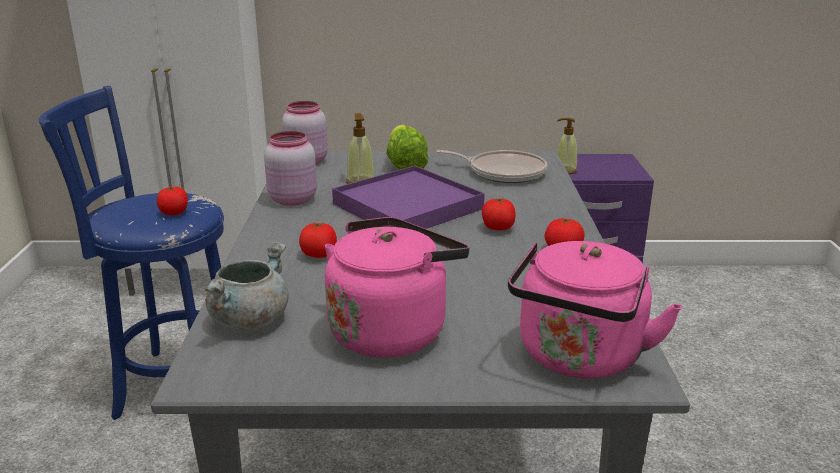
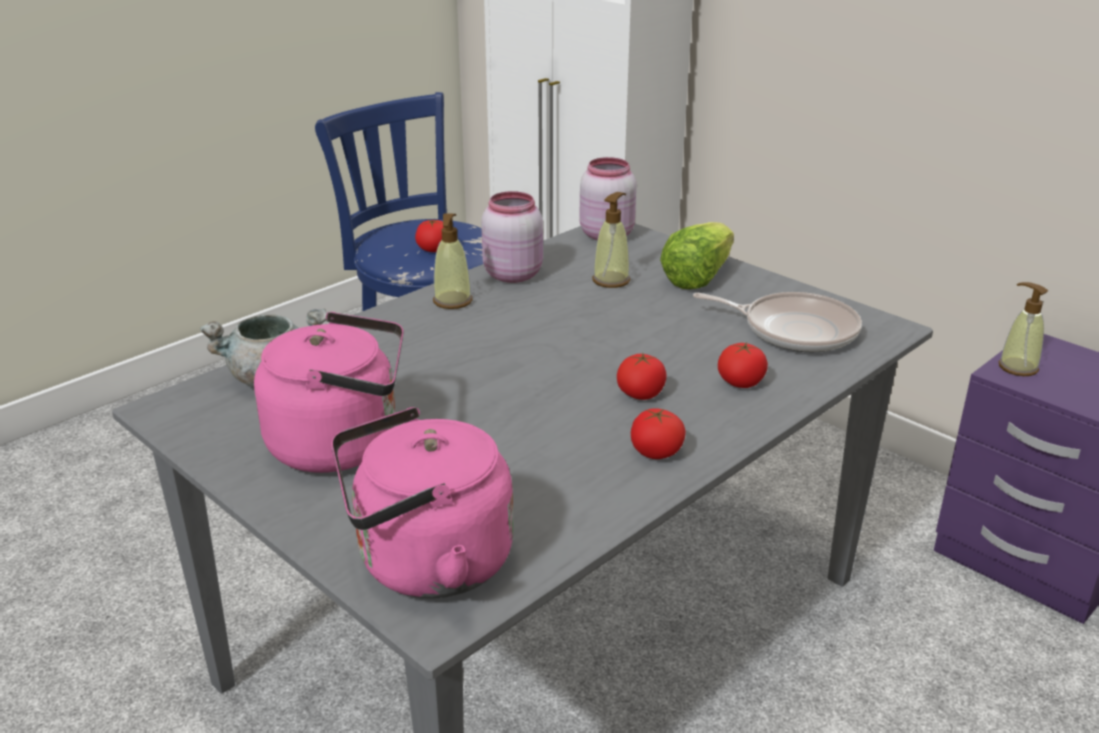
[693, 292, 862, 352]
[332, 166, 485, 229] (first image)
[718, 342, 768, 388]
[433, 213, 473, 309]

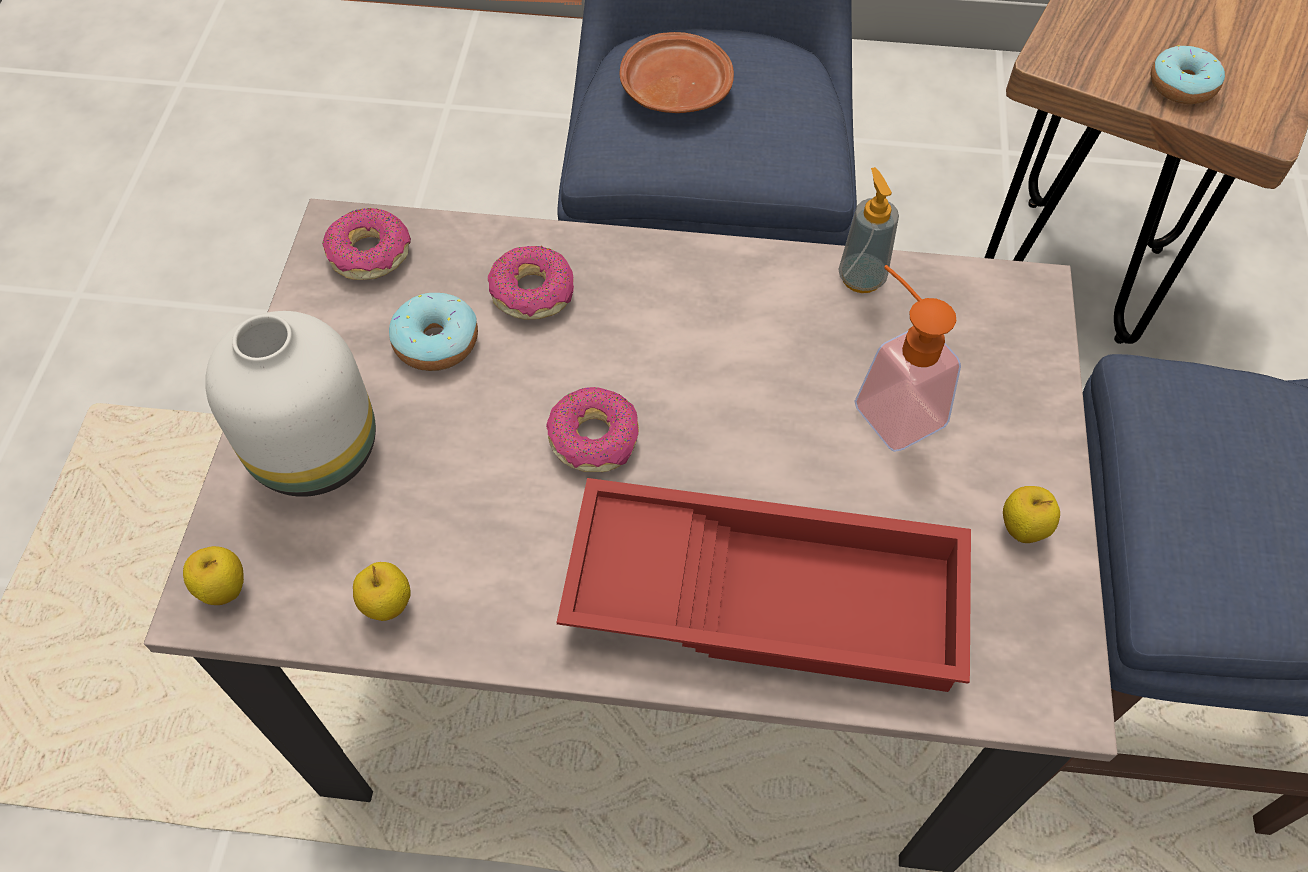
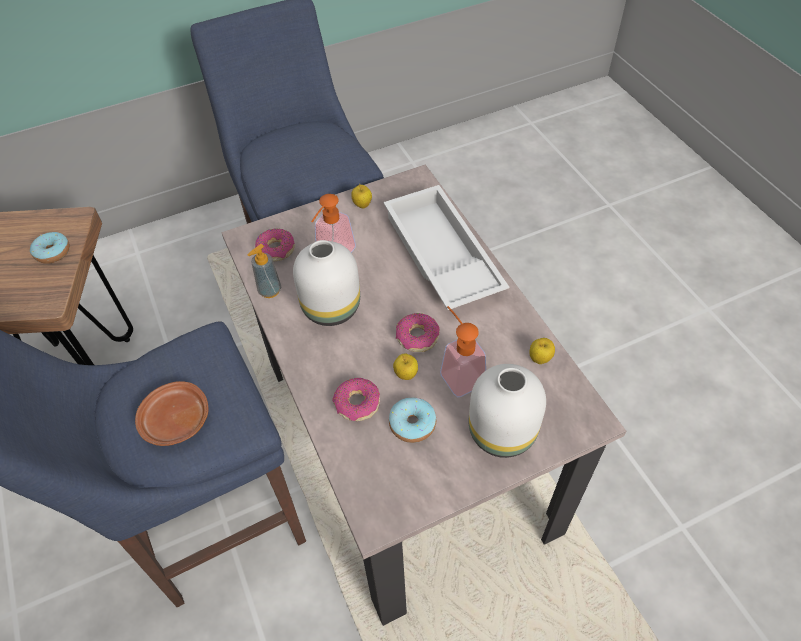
[255, 228, 295, 261]
[383, 185, 509, 310]
[393, 353, 418, 380]
[293, 240, 360, 326]
[440, 306, 486, 397]

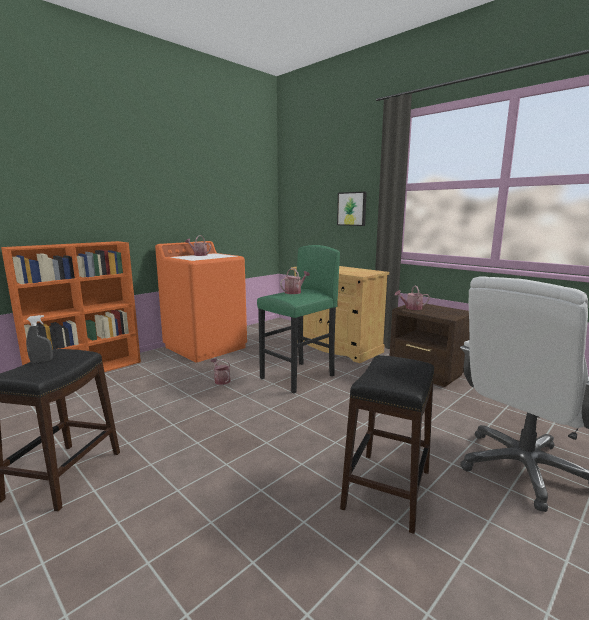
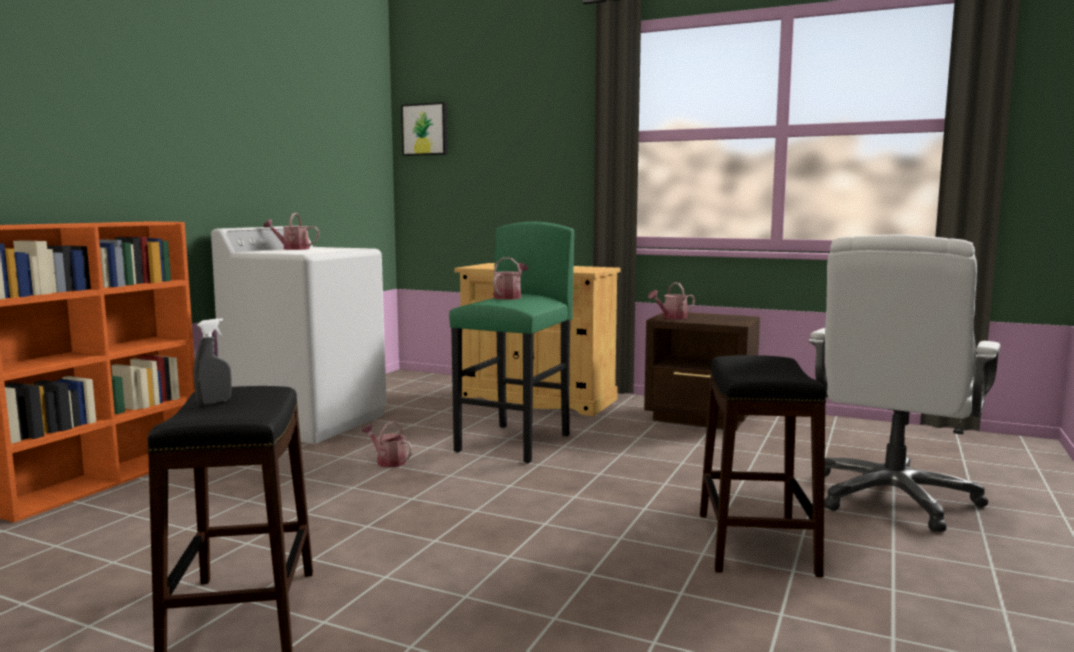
[401, 102, 448, 156]
[211, 226, 387, 444]

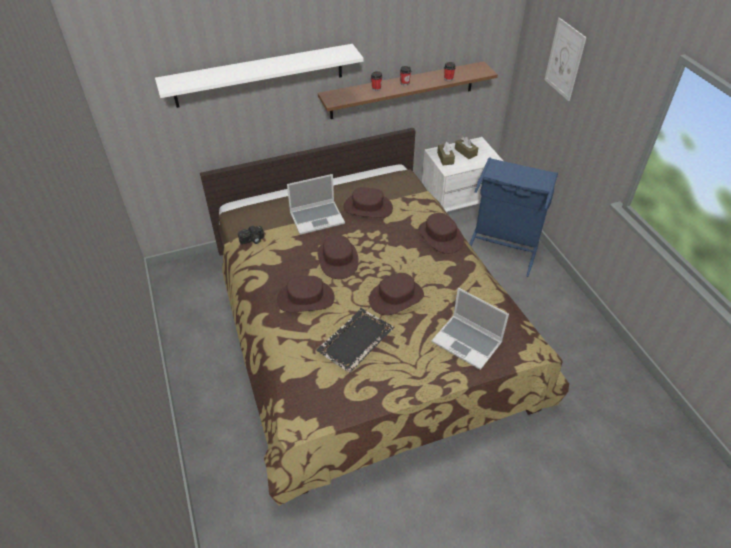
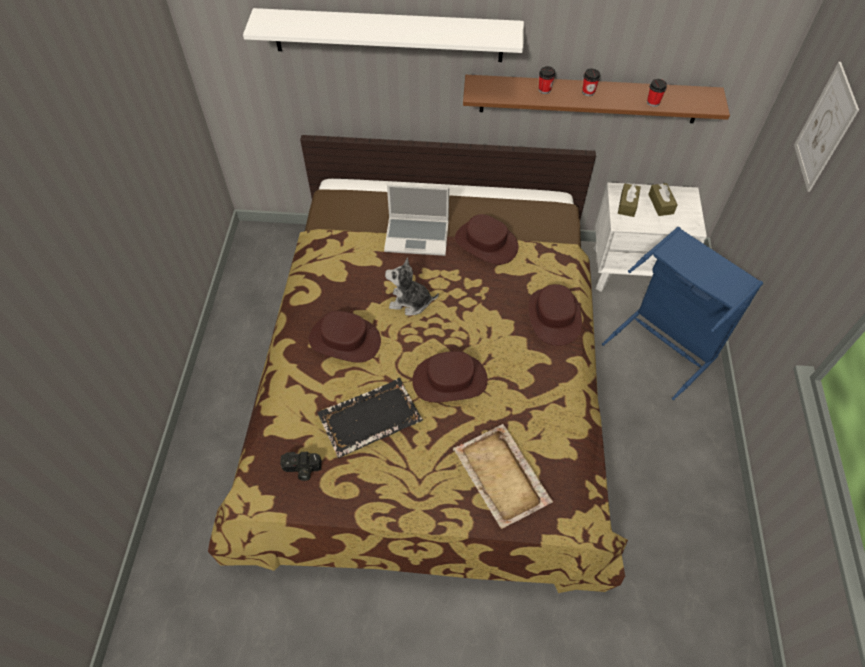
[280, 452, 322, 481]
[385, 258, 439, 316]
[453, 424, 553, 529]

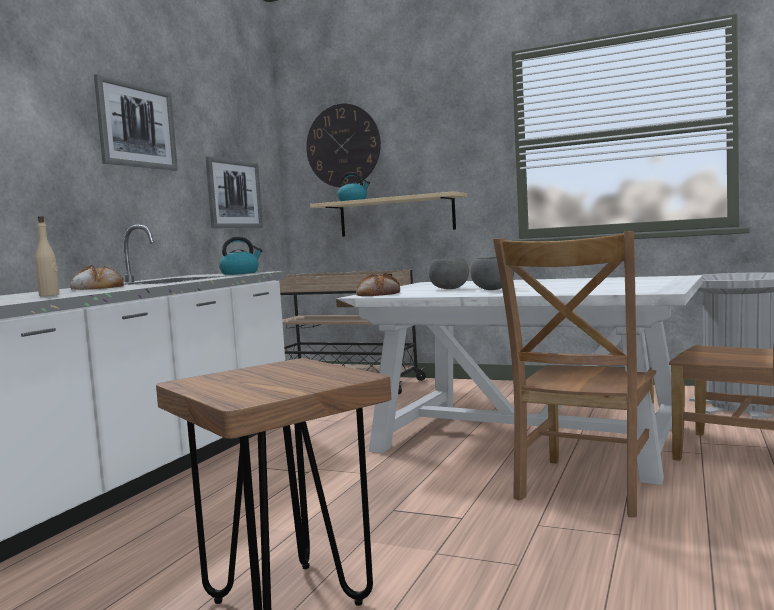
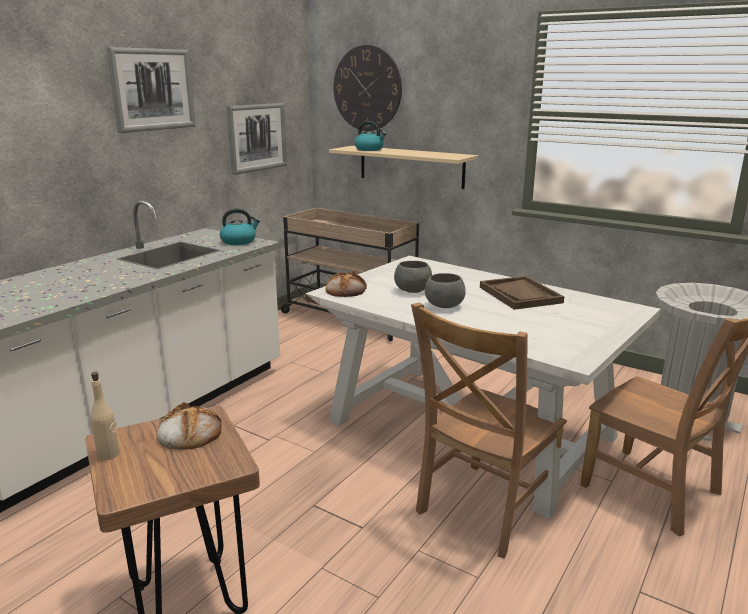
[91, 372, 120, 460]
[157, 402, 222, 450]
[480, 276, 564, 310]

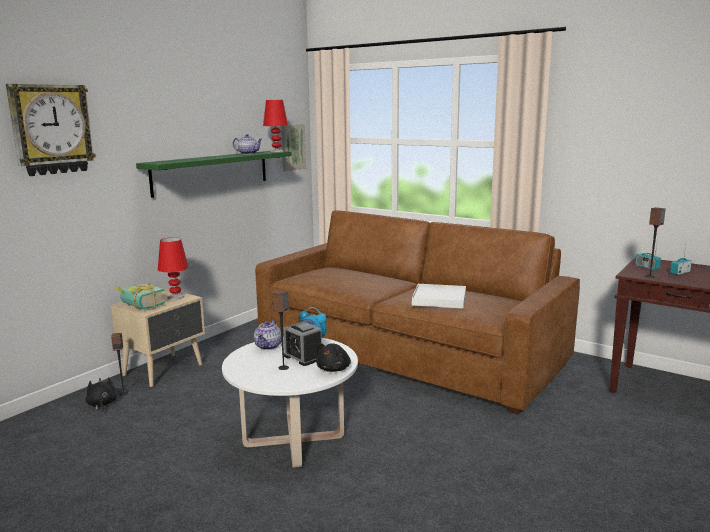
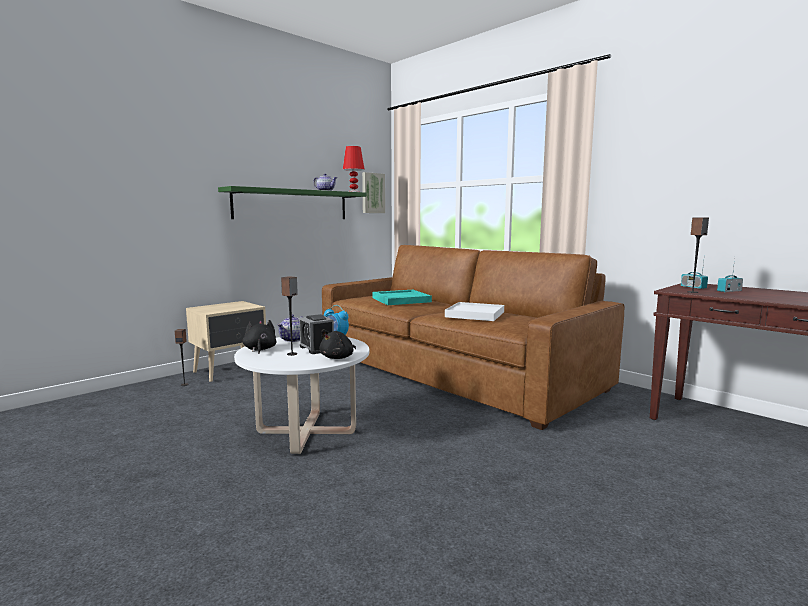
[6, 84, 96, 176] (first image)
[158, 237, 189, 300] (first image)
[114, 283, 165, 310] (first image)
[243, 320, 277, 354]
[373, 290, 432, 305]

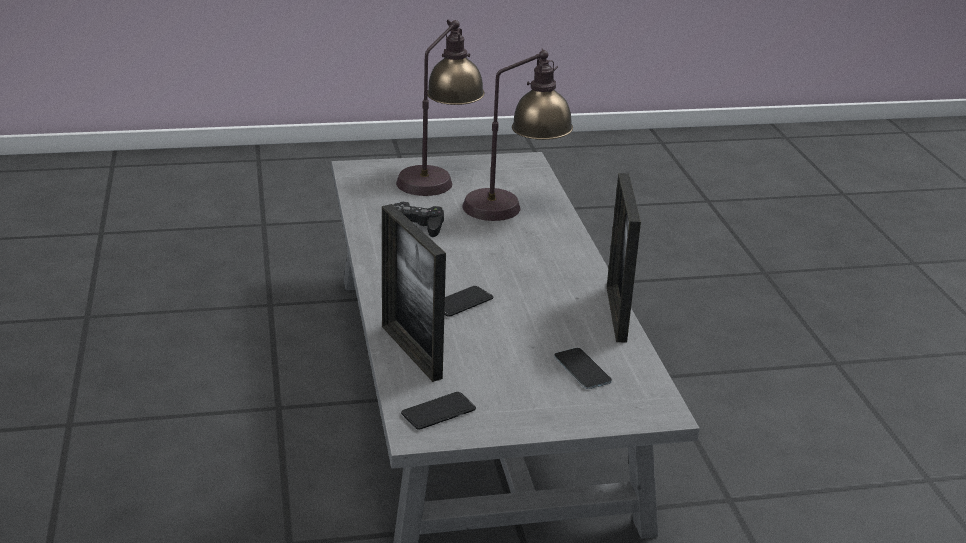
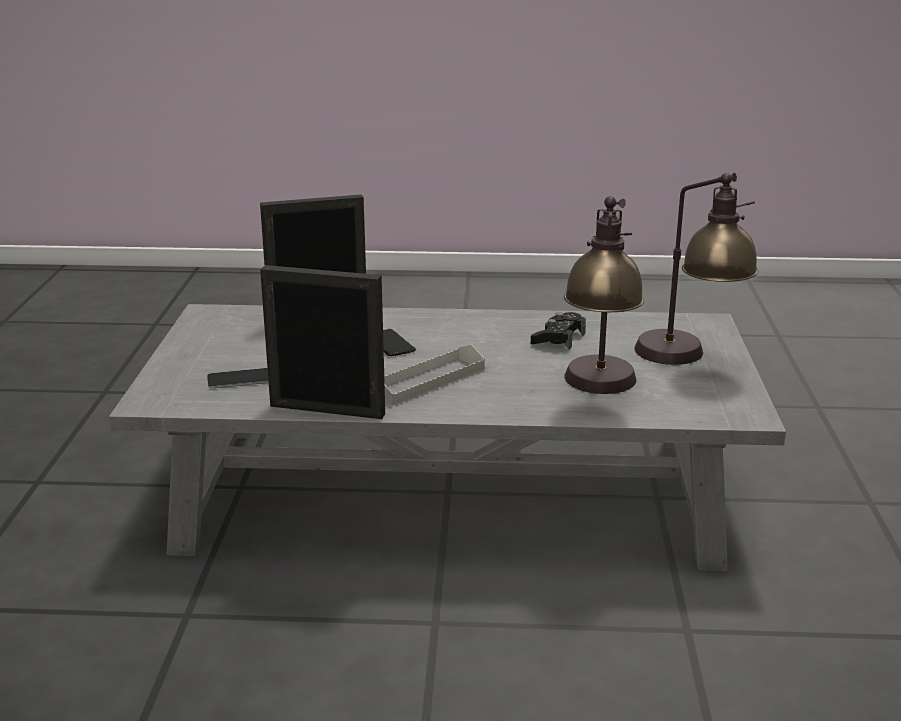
[401, 392, 476, 430] (first image)
[384, 345, 485, 406]

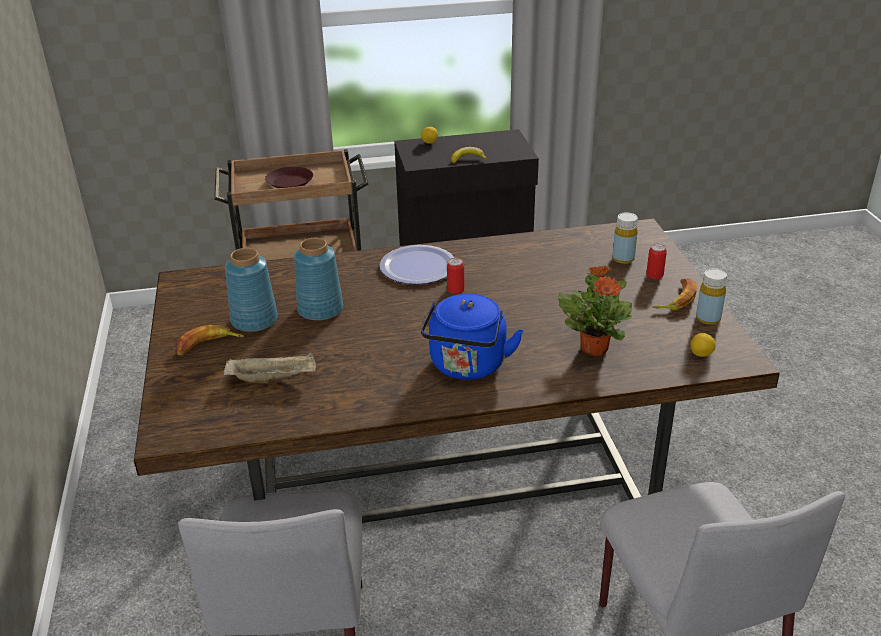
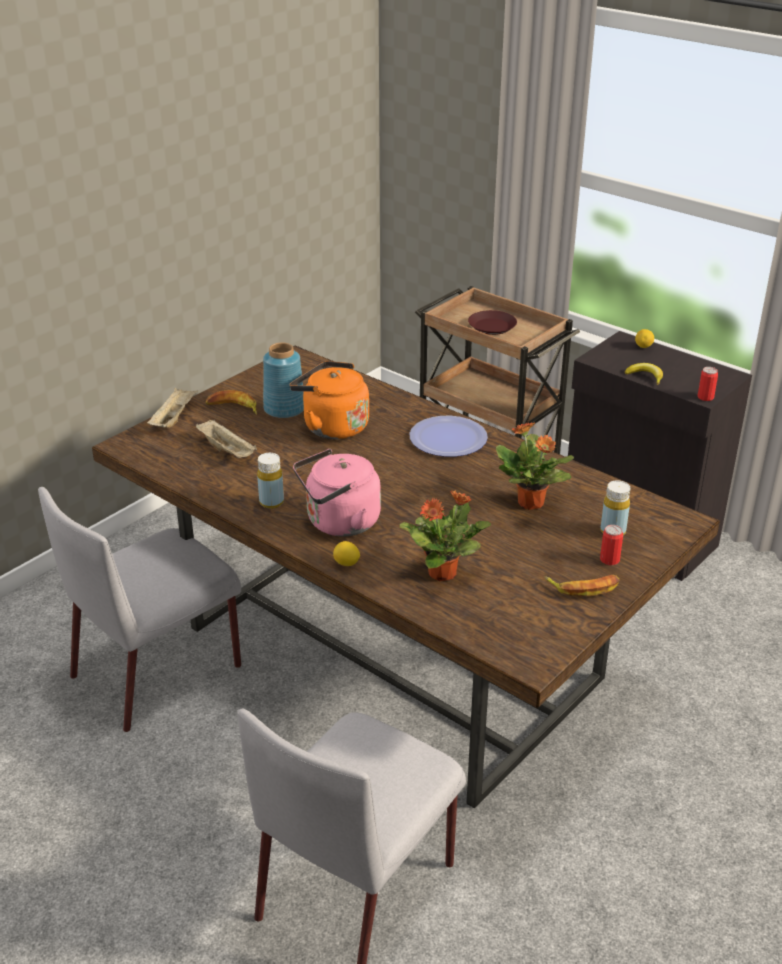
[289, 361, 369, 439]
[697, 367, 718, 401]
[257, 453, 284, 509]
[293, 449, 381, 536]
[333, 541, 360, 566]
[147, 387, 198, 428]
[496, 422, 574, 510]

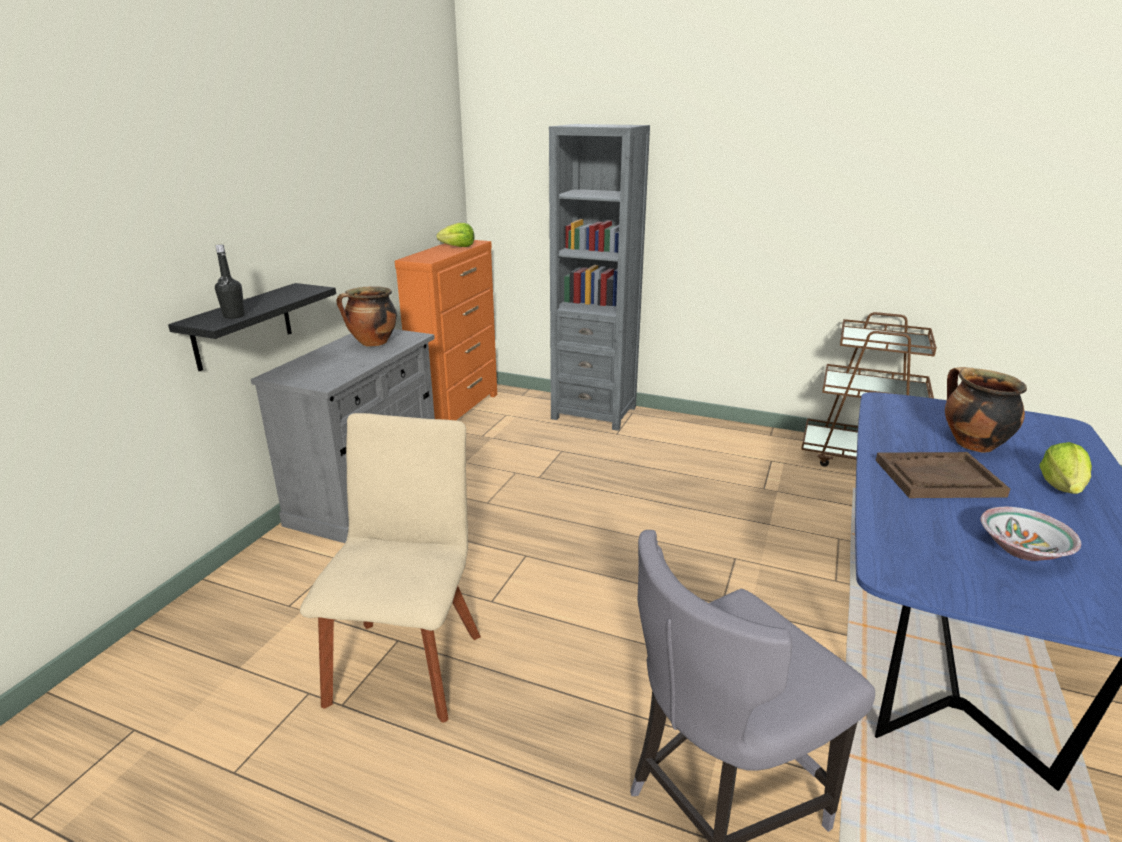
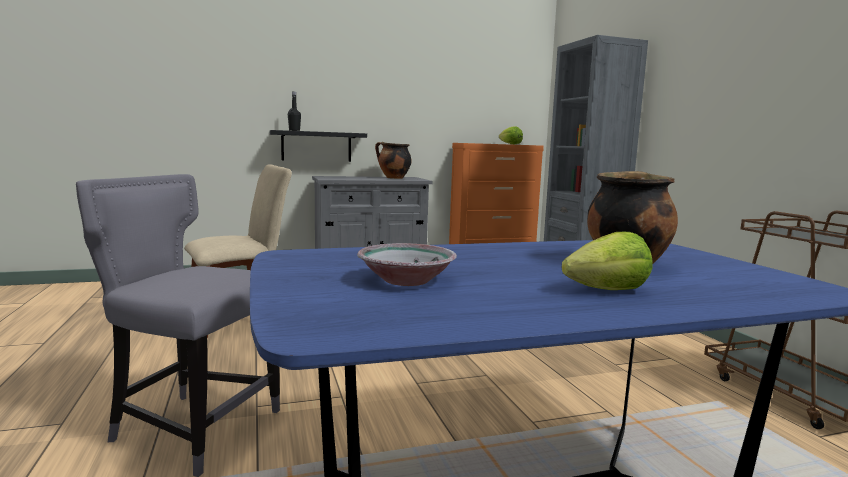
[876, 452, 1010, 498] (first image)

